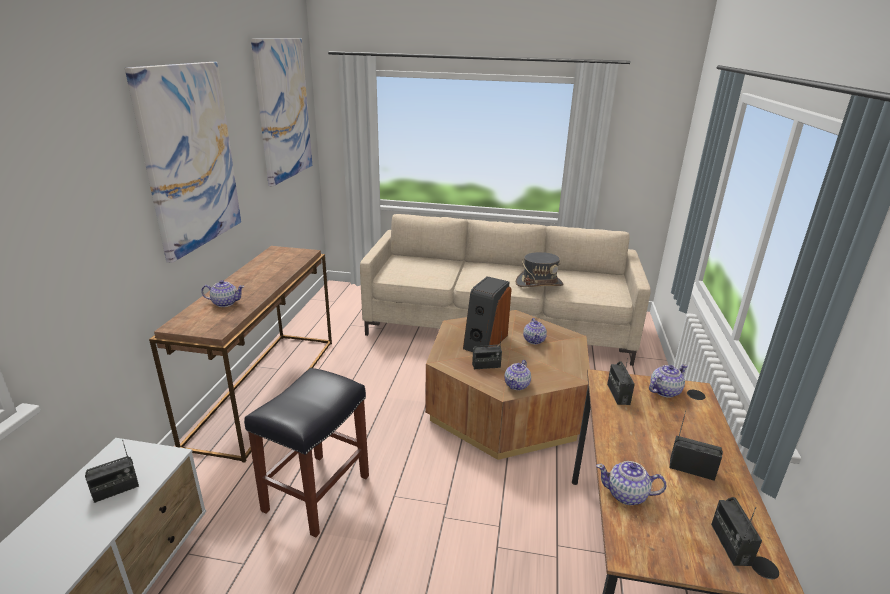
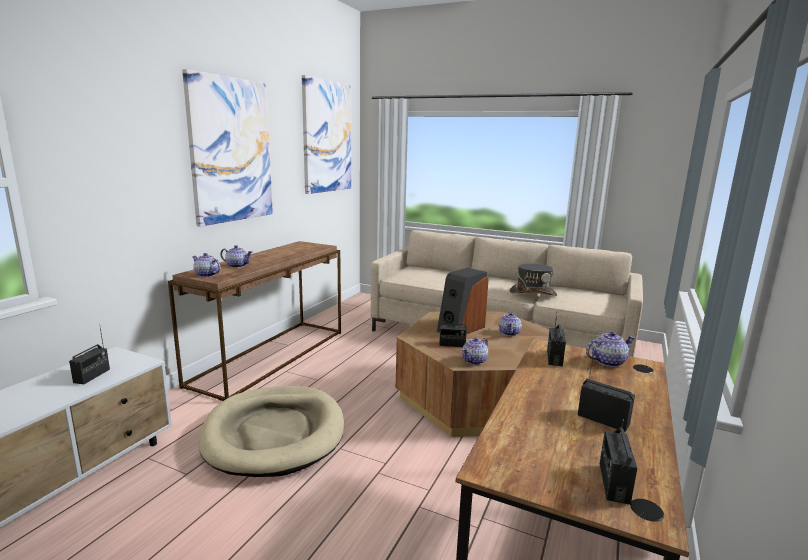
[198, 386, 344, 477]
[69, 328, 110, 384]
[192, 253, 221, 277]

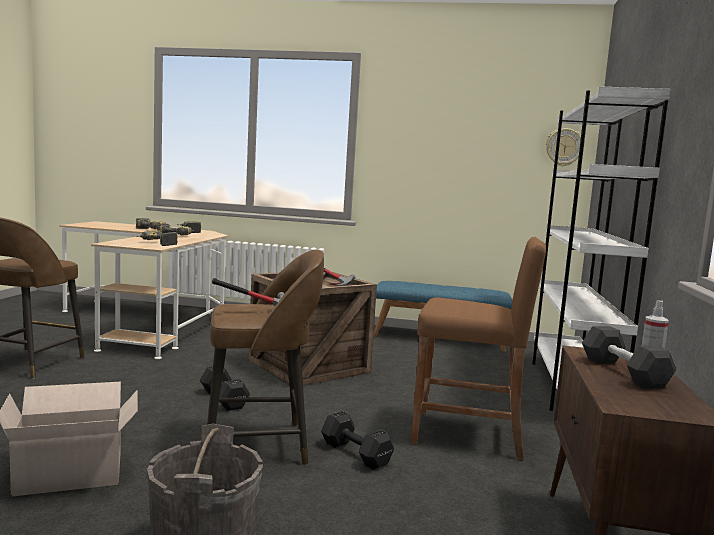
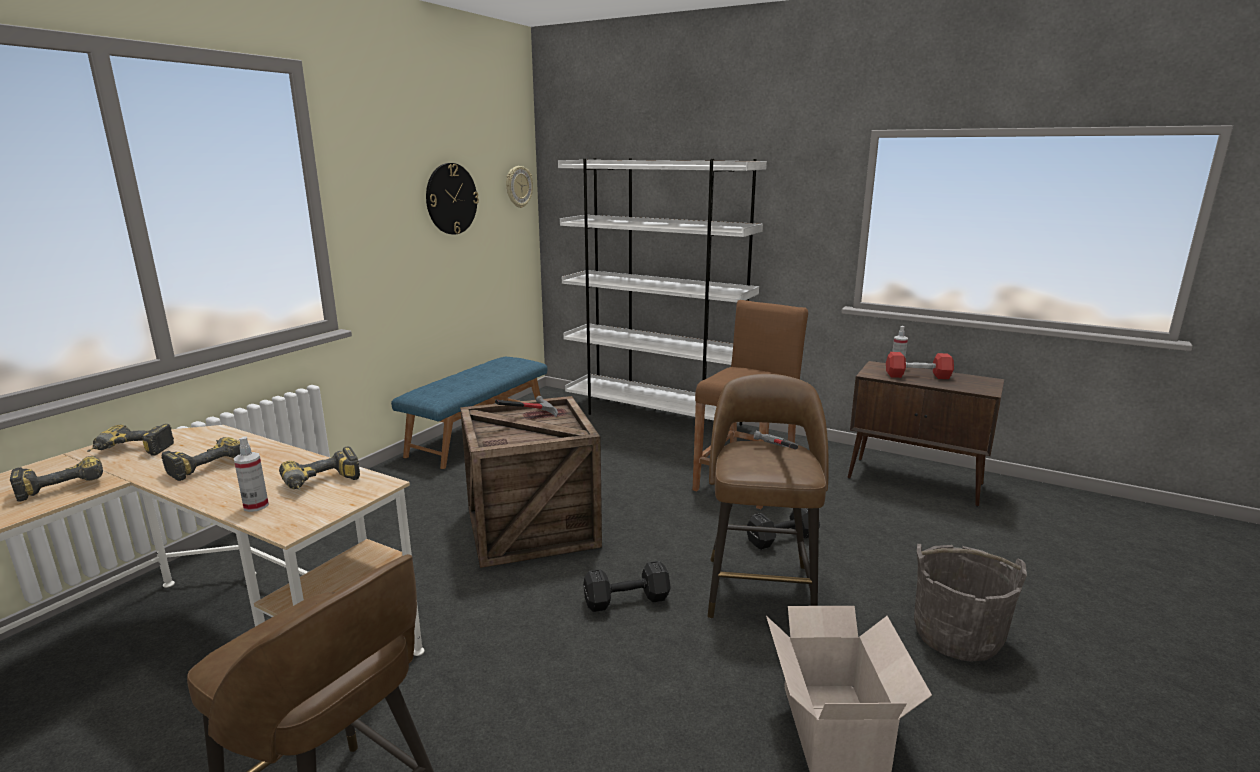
[886, 352, 954, 379]
[426, 163, 479, 235]
[234, 436, 269, 512]

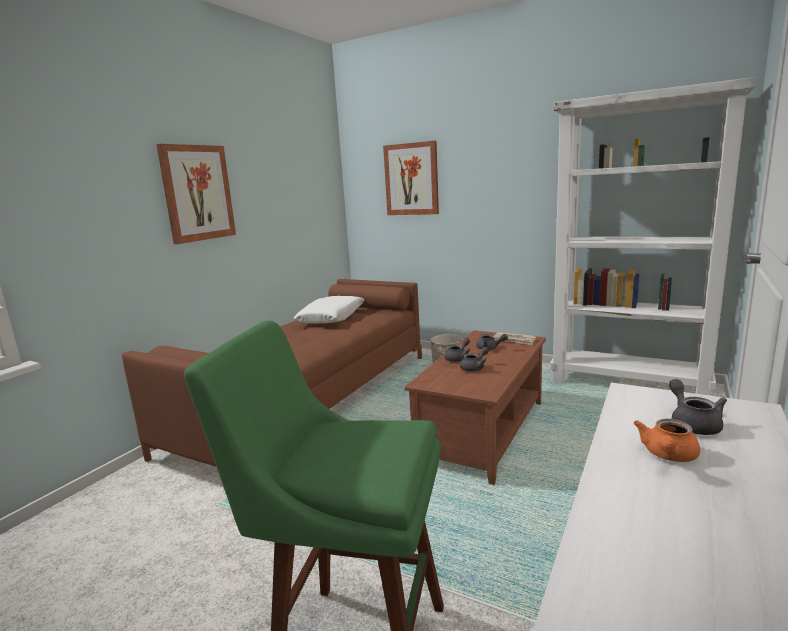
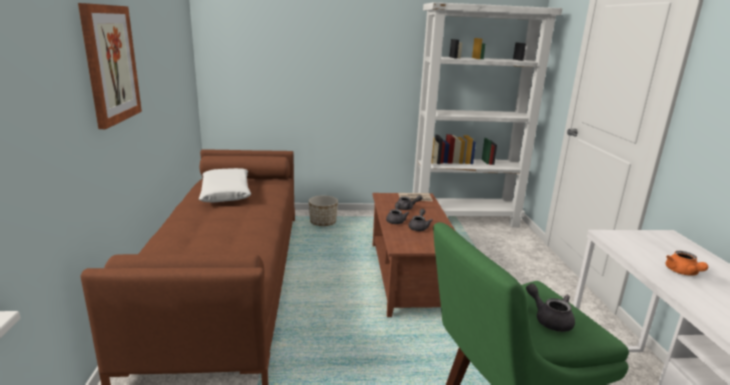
[383, 141, 439, 215] (first image)
[526, 283, 575, 332]

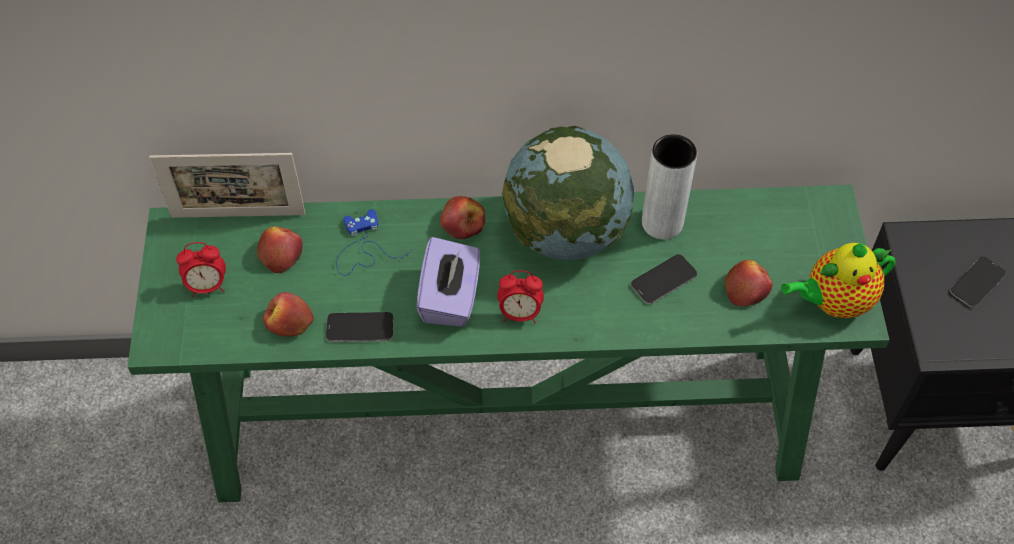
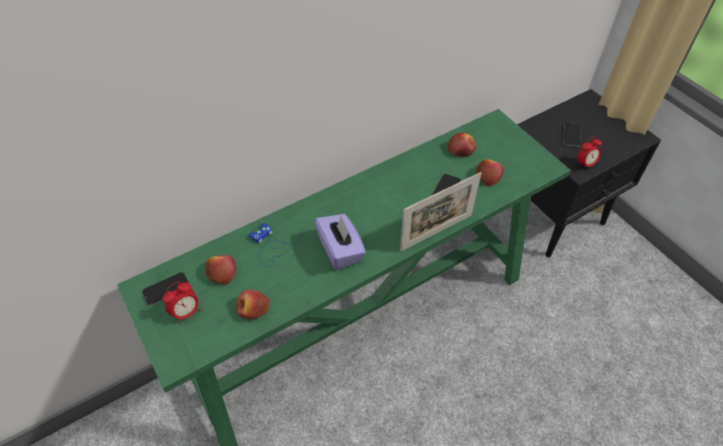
[502, 126, 634, 260] (first image)
[642, 134, 697, 239] (first image)
[400, 172, 481, 251]
[448, 132, 476, 157]
[781, 243, 896, 318] (first image)
[577, 136, 602, 169]
[142, 272, 189, 306]

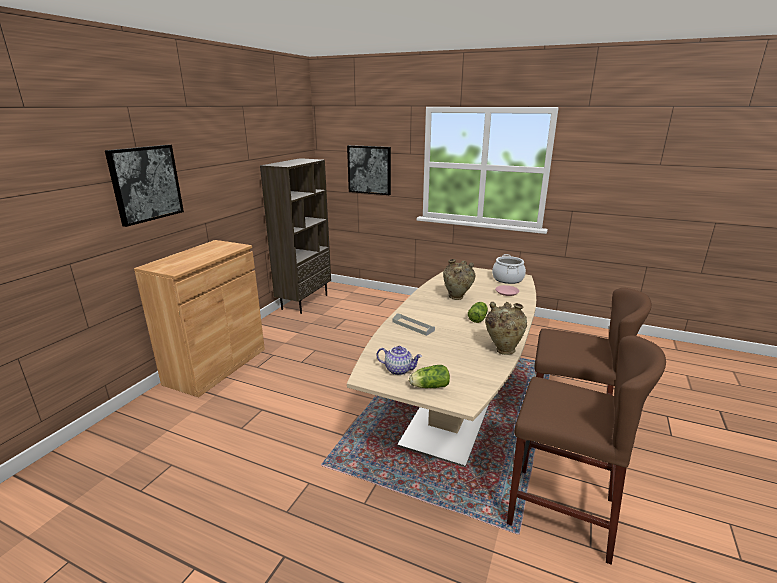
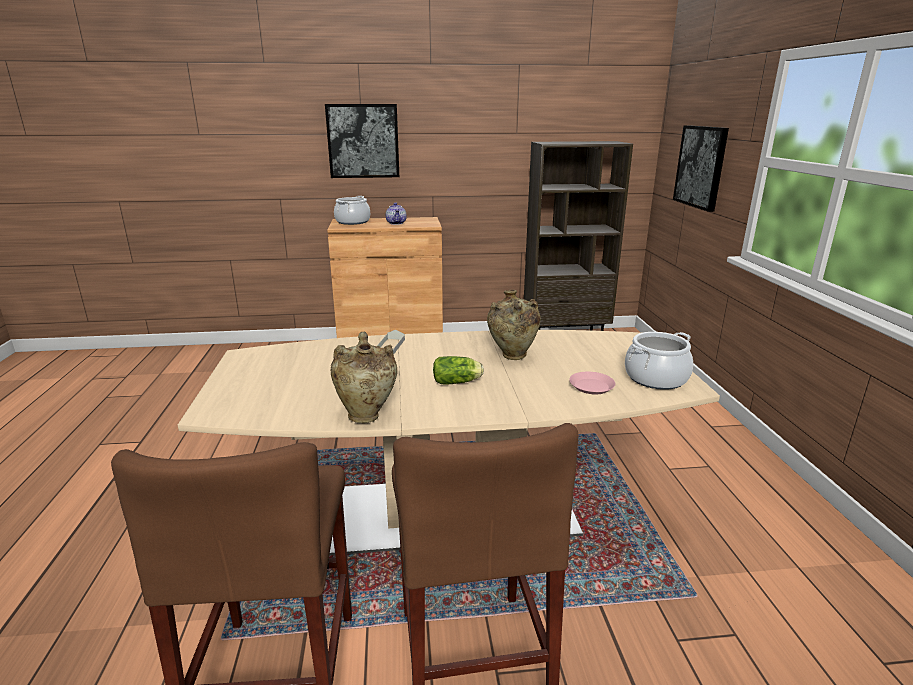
[386, 203, 407, 225]
[409, 365, 450, 388] (first image)
[334, 196, 370, 225]

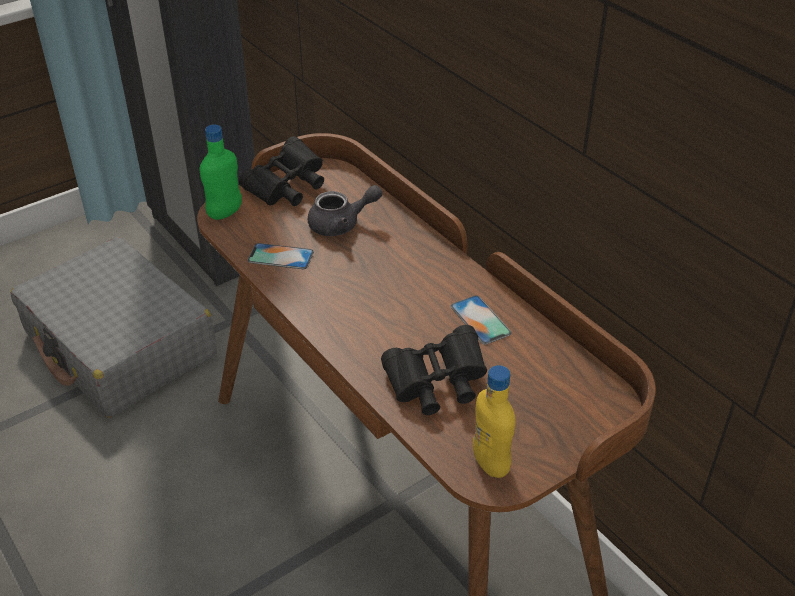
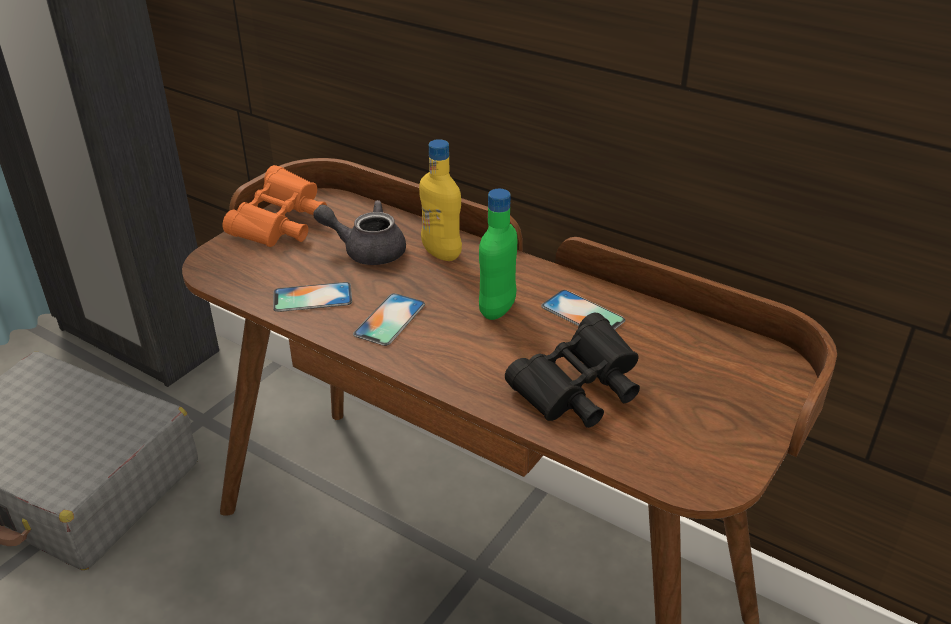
[479, 189, 517, 320]
[222, 165, 327, 247]
[313, 200, 406, 265]
[419, 139, 462, 261]
[353, 293, 425, 346]

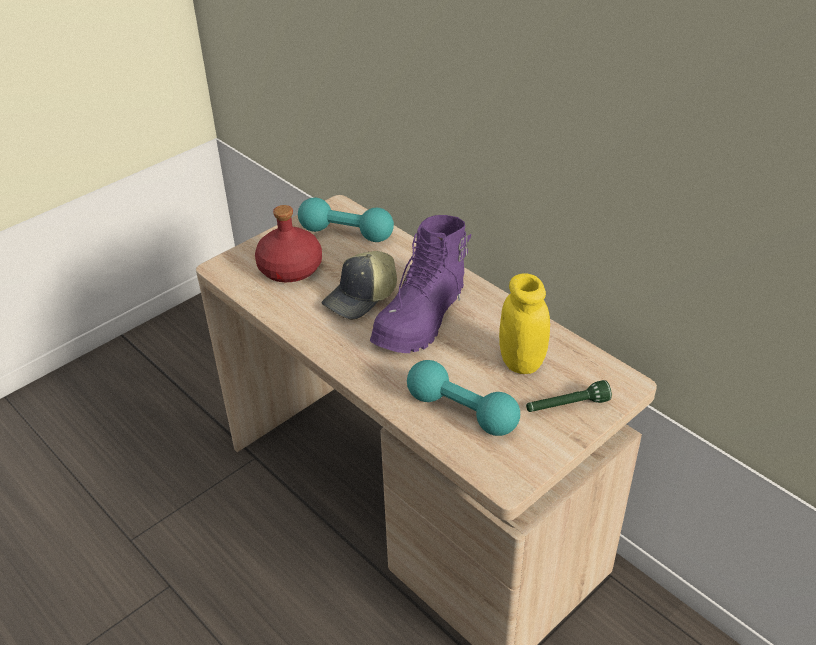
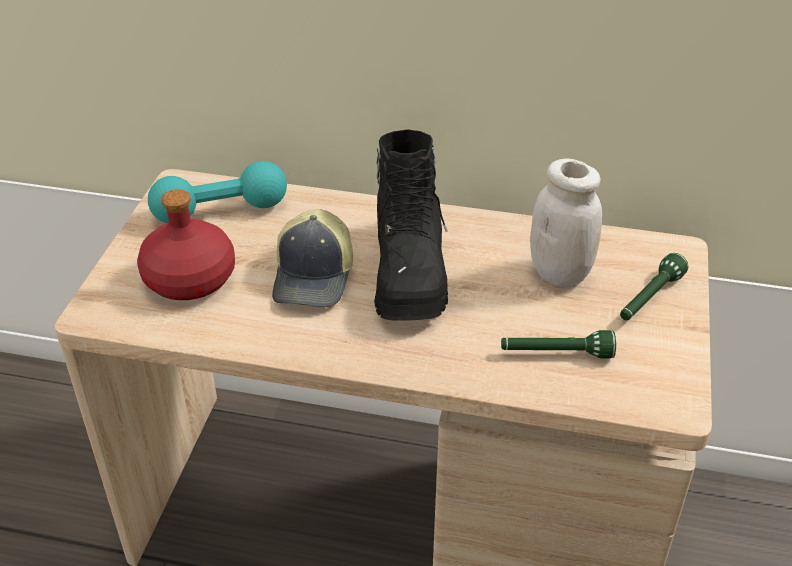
[374, 129, 448, 321]
[530, 158, 602, 286]
[501, 330, 616, 359]

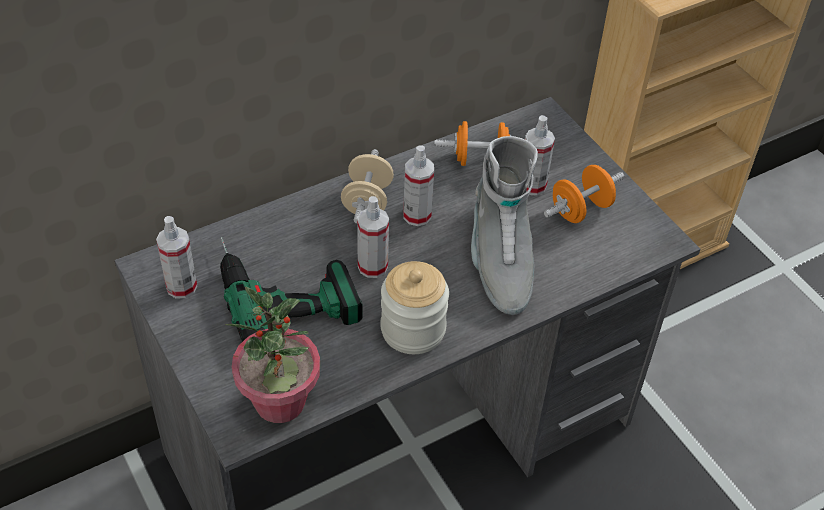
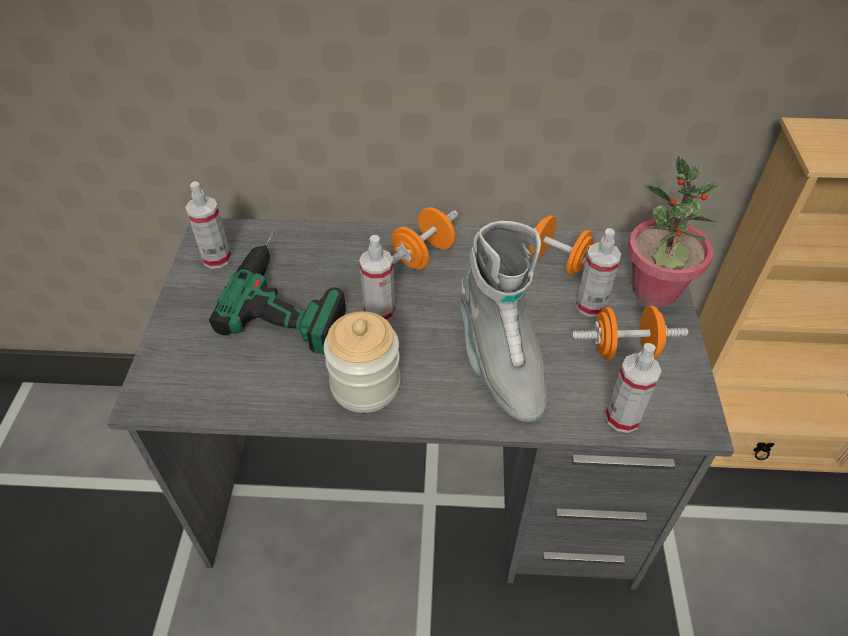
[460, 221, 547, 422]
[605, 343, 662, 433]
[392, 207, 458, 269]
[628, 156, 722, 306]

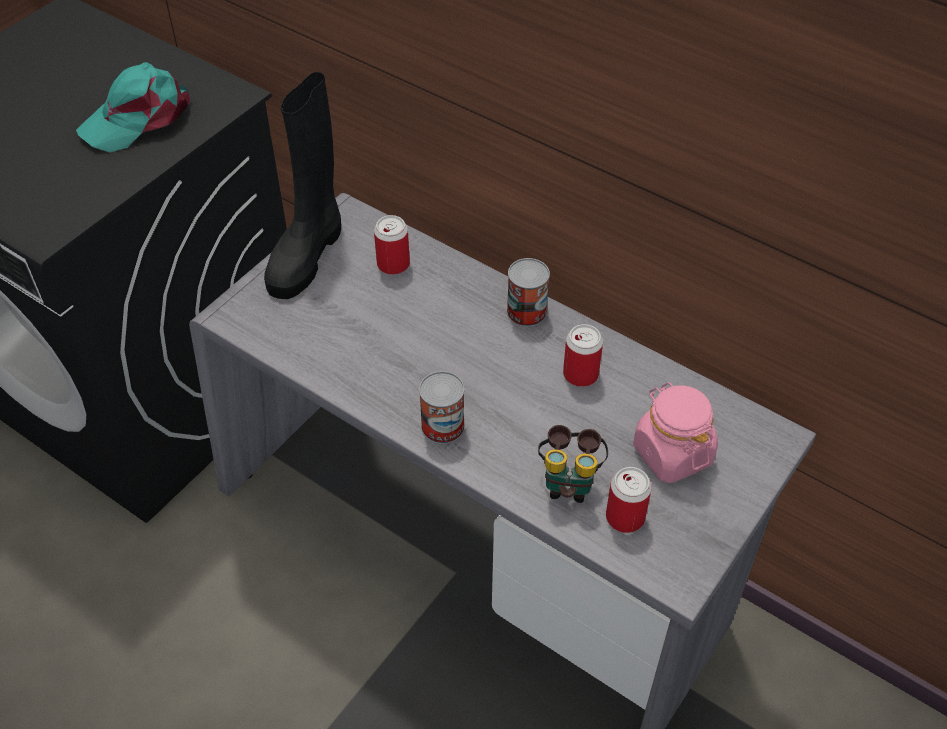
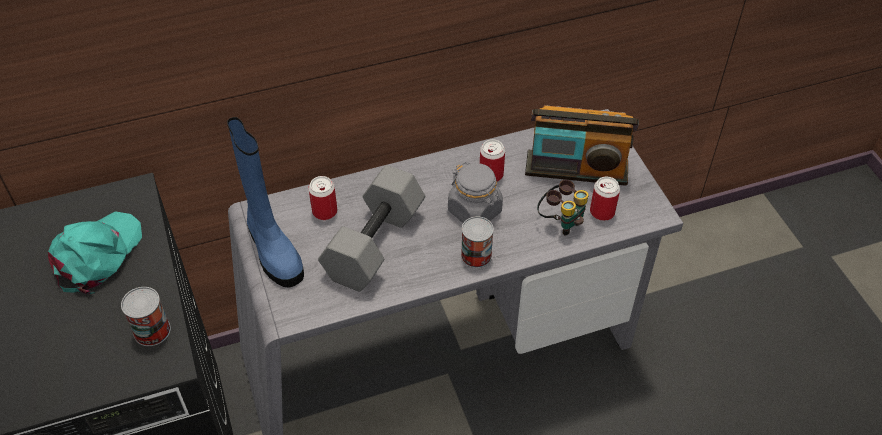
[48, 211, 142, 294]
[227, 117, 304, 288]
[121, 287, 171, 346]
[525, 105, 639, 186]
[448, 162, 503, 223]
[318, 165, 425, 292]

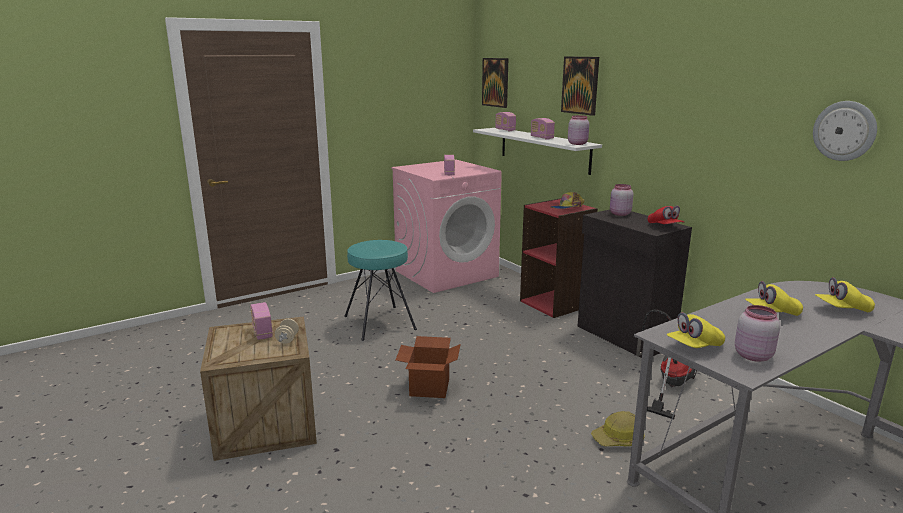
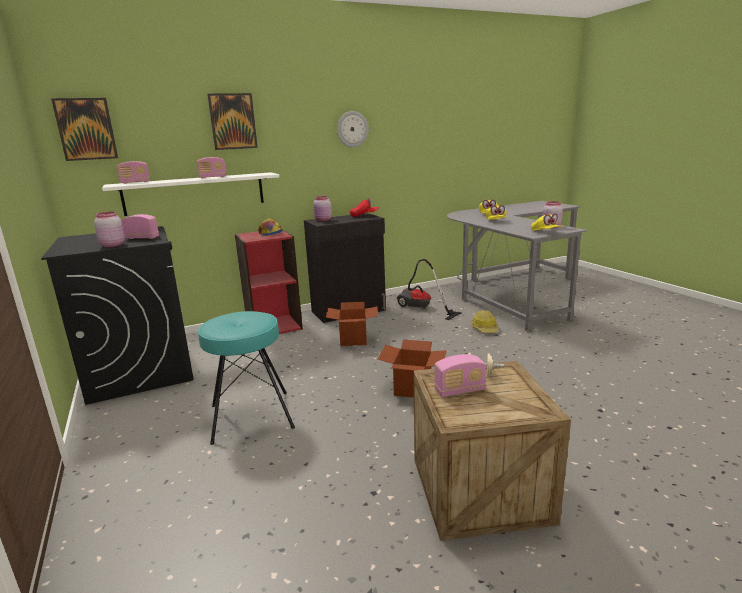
[337, 111, 369, 148]
[94, 212, 125, 248]
[41, 226, 194, 405]
[326, 302, 378, 346]

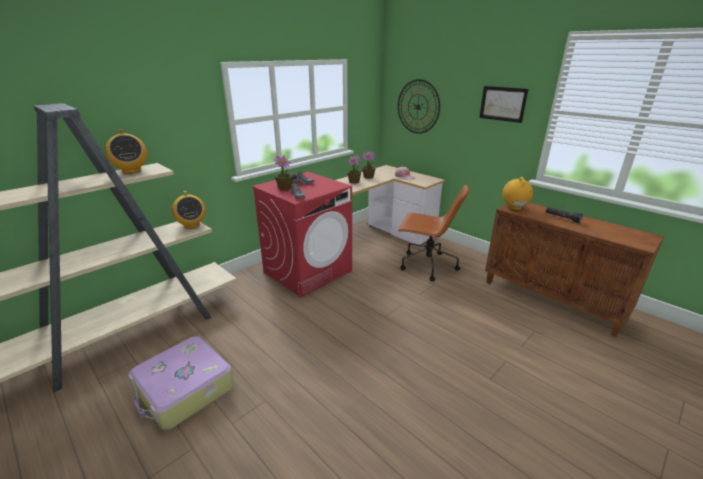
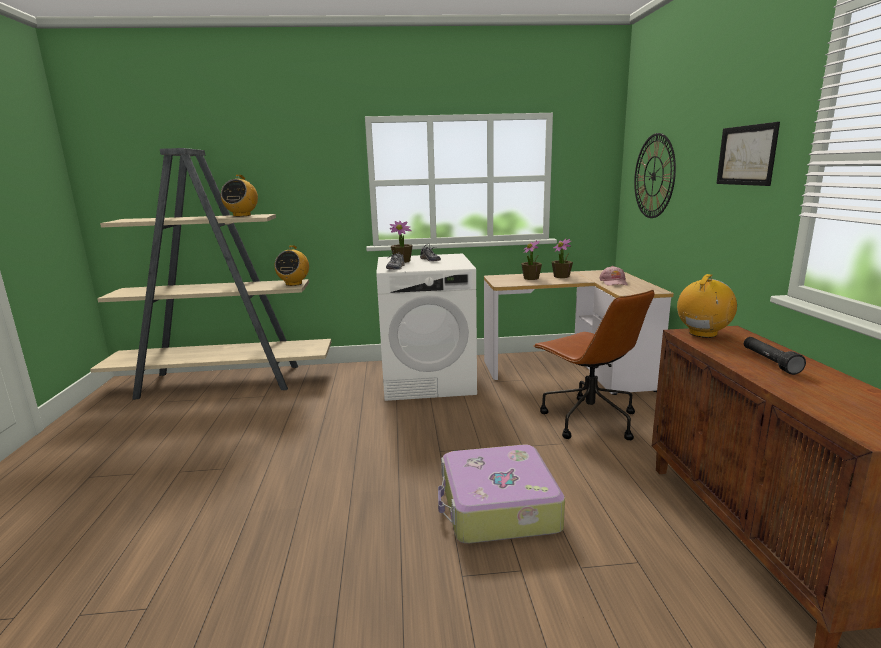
[376, 254, 477, 401]
[438, 445, 565, 543]

